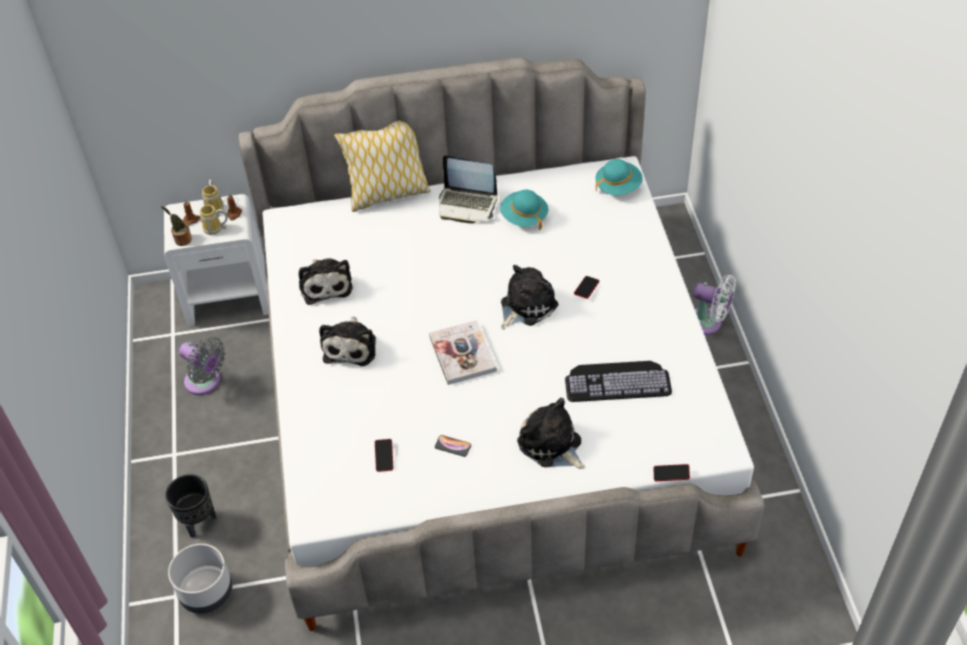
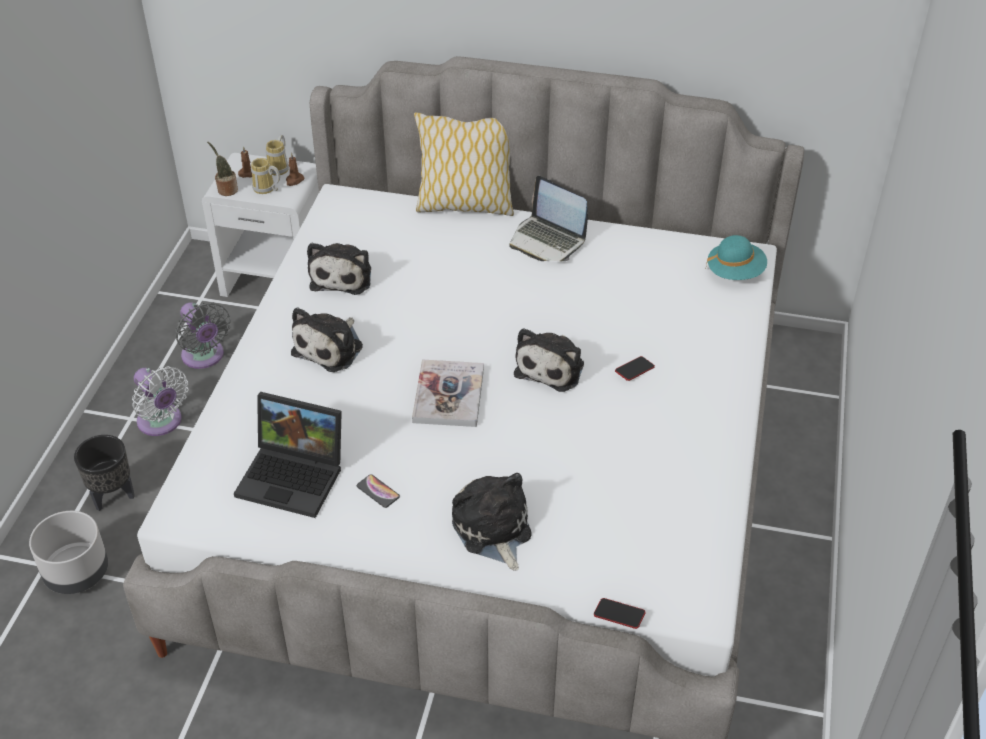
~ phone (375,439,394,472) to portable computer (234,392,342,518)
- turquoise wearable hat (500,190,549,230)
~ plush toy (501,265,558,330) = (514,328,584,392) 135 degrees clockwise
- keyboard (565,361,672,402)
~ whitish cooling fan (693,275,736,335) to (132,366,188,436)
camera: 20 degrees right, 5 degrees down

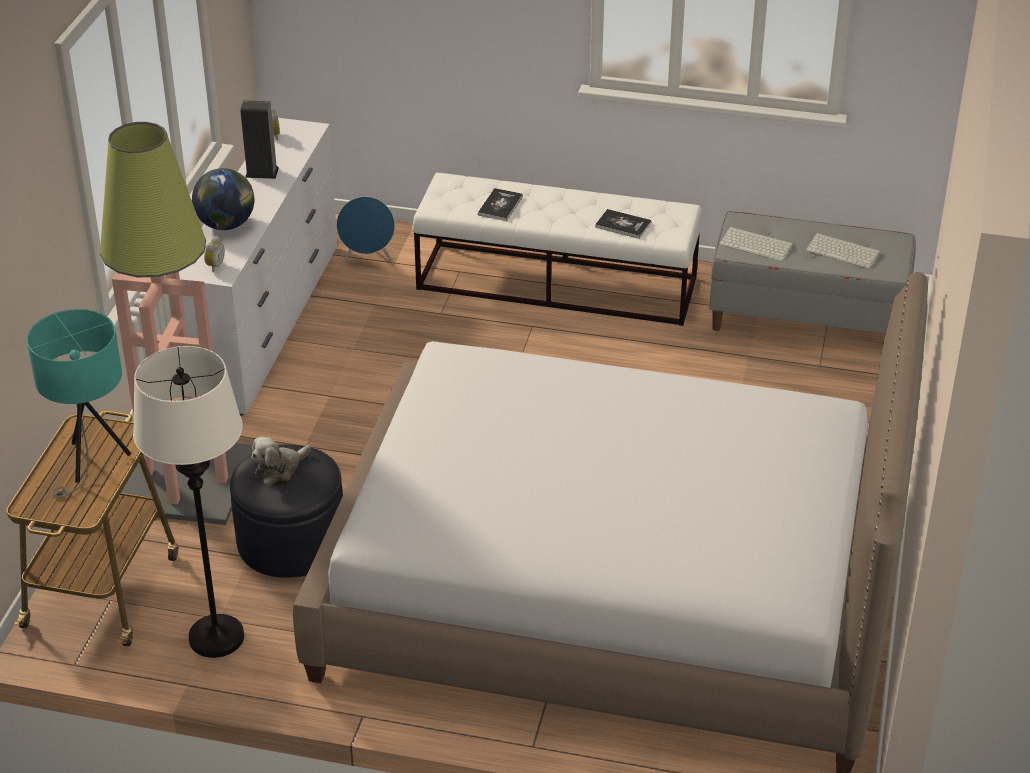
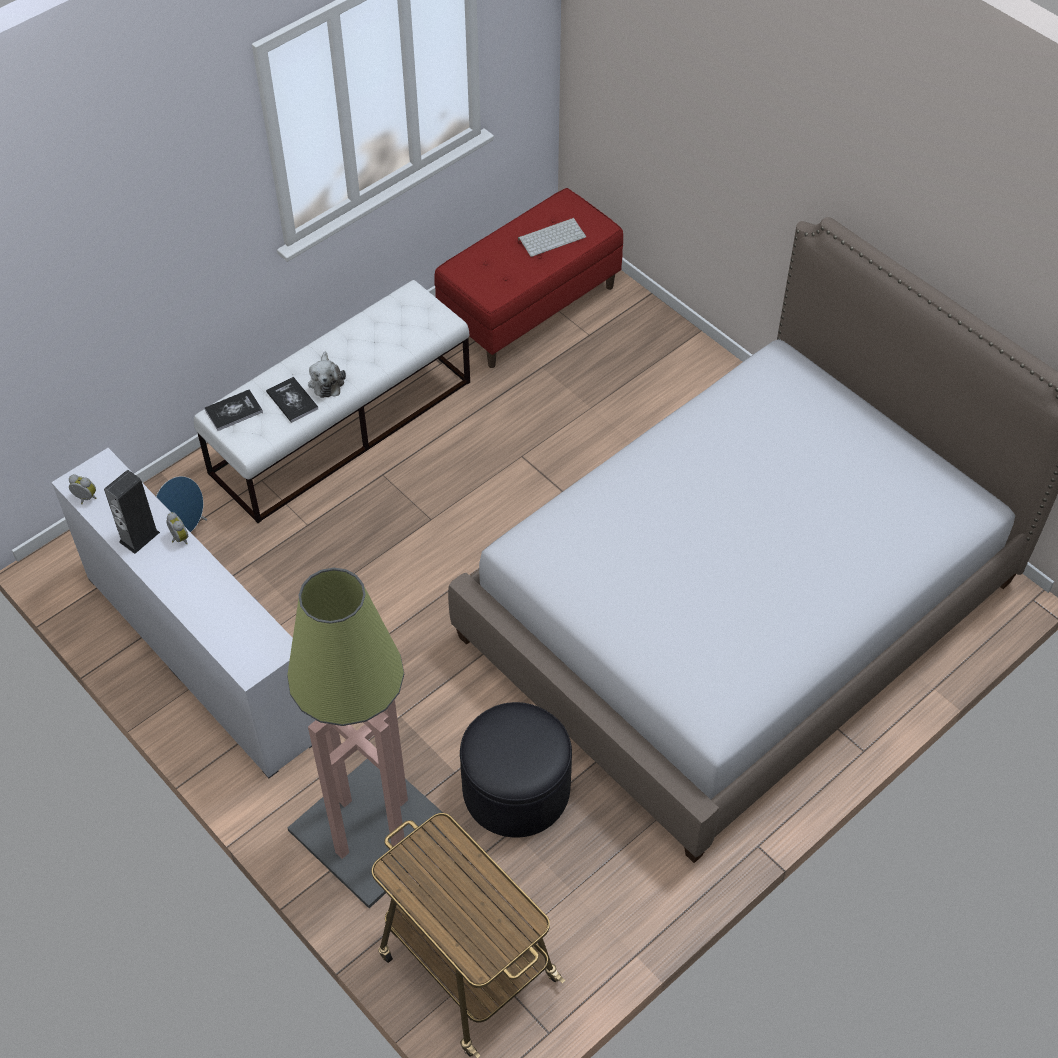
- turquoise tabletop lamp (27,309,131,498)
- whitish standing lamp (133,346,244,658)
- world globe (192,168,254,230)
~ alarm clock (204,236,225,272) to (166,512,188,544)
~ plush toy (251,436,311,485) to (308,352,346,398)
~ volume (595,209,652,239) to (204,389,263,431)
~ gray long seat (709,211,916,333) to red-coloured long seat (434,188,623,368)
- keyboard (719,227,793,261)
camera: 55 degrees left, 15 degrees up

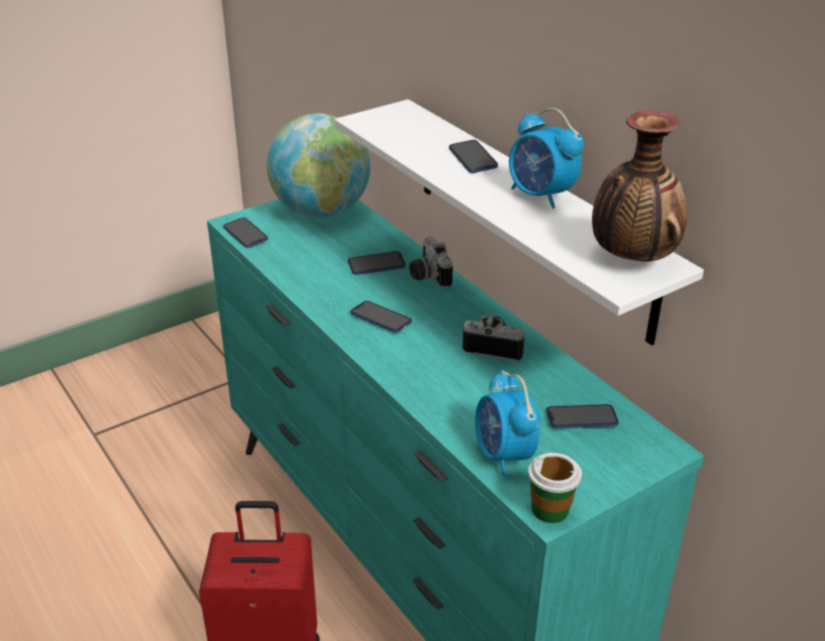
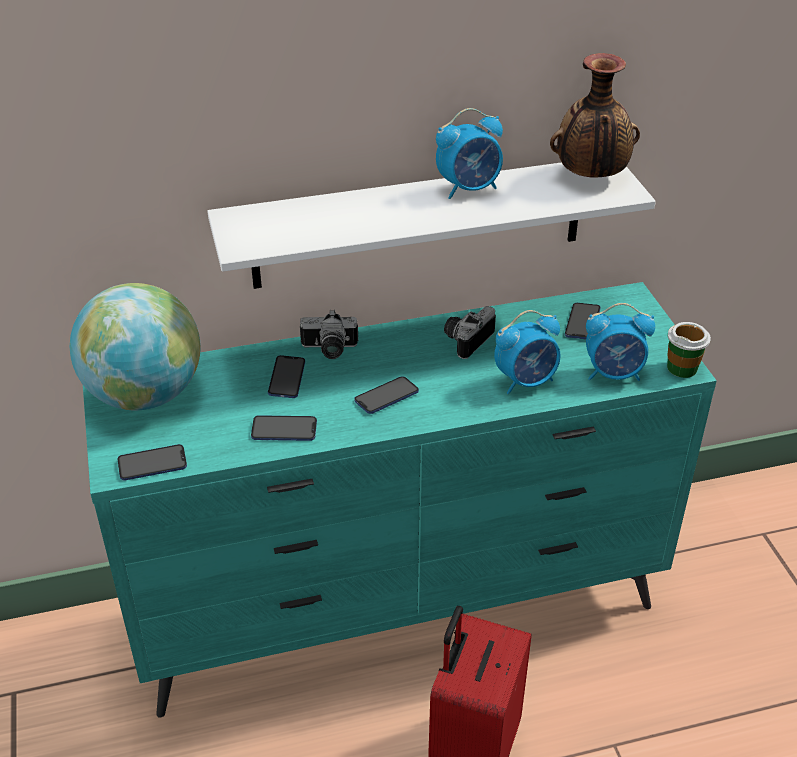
~ phone (449,140,498,173) to (251,415,317,441)
+ alarm clock (494,310,561,394)
camera: 70 degrees left, 5 degrees up

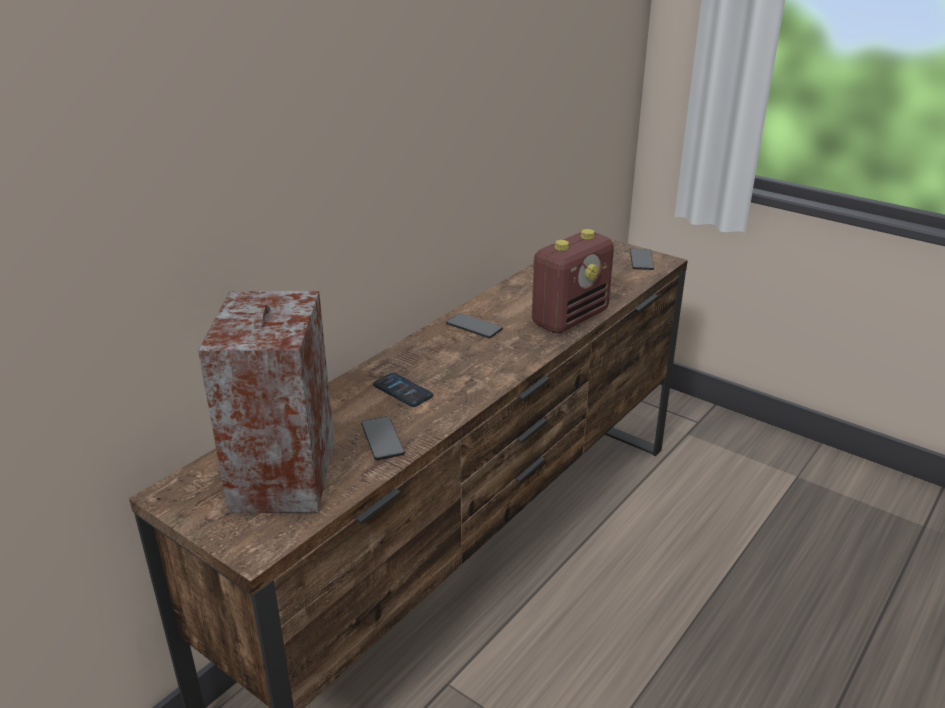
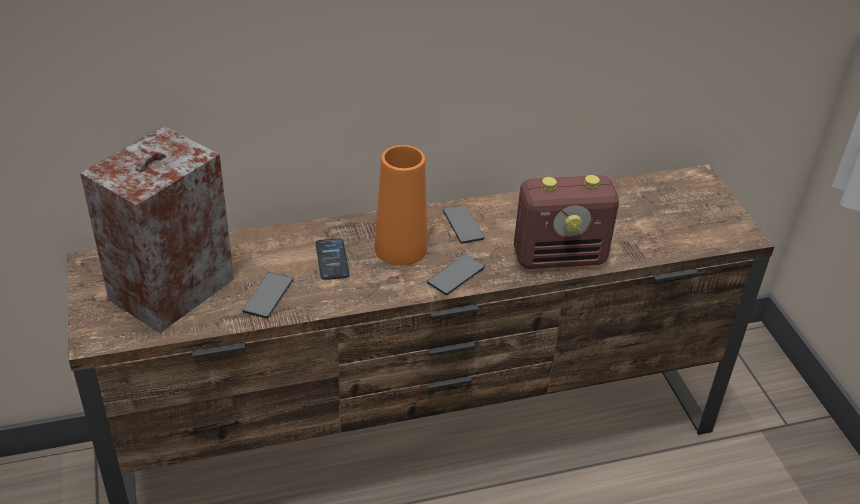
~ phone (630,249,654,270) to (427,254,485,295)
+ orange-coloured decorative vase (375,145,427,266)
camera: 35 degrees right, 10 degrees up

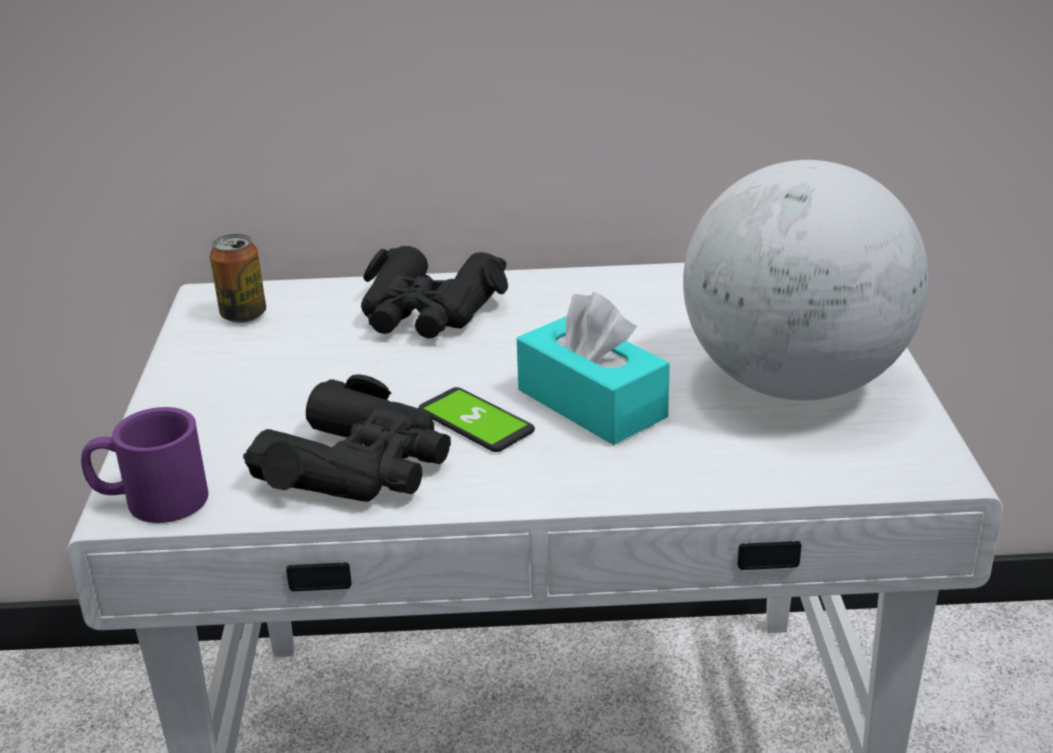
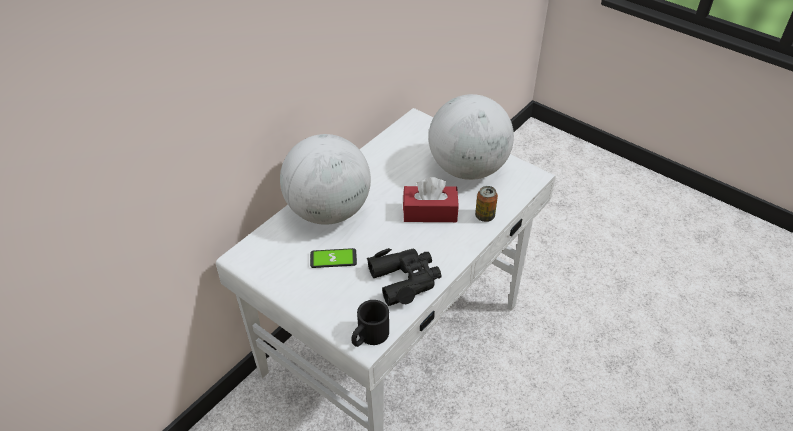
~ purple tea mug (81,407,209,523) to black tea mug (351,300,389,347)
~ sealed can (210,234,266,323) to (475,186,498,222)
~ black field glasses (361,246,508,338) to world globe (280,134,371,225)
~ phone (418,387,535,452) to (310,248,357,268)
~ turquoise box of tissues (517,292,670,445) to red-coloured box of tissues (403,177,459,222)
camera: 50 degrees left, 15 degrees up

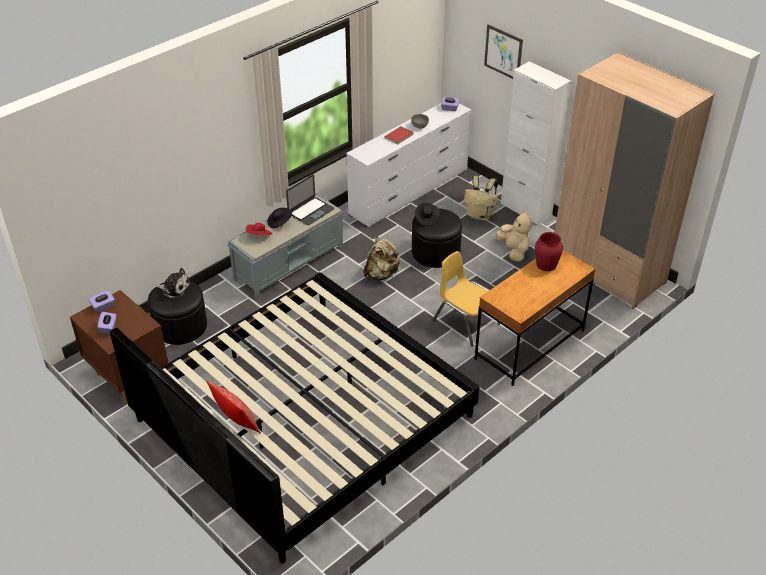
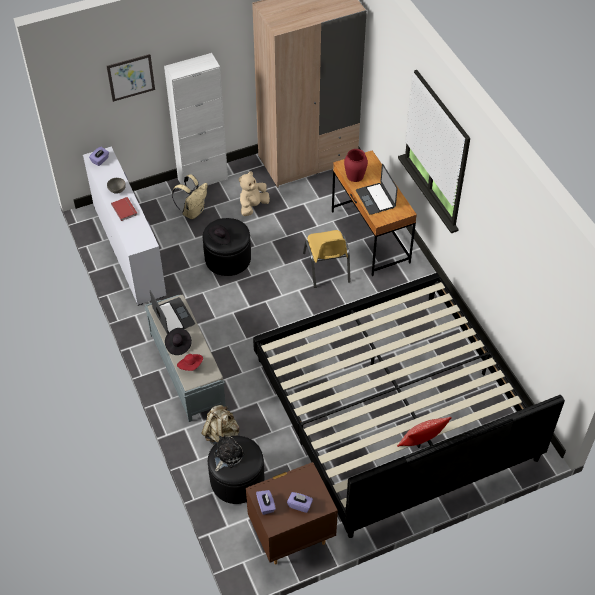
~ beige-coloured knapsack (363,237,400,280) to (202,405,239,445)
~ yellow-coloured upright chair (433,251,500,347) = (303,230,351,288) 75 degrees counterclockwise
~ beige-coloured plush toy (496,211,532,262) = (239,171,270,216) 45 degrees counterclockwise
+ portable computer (356,164,398,215)
camera: 70 degrees left, 10 degrees up

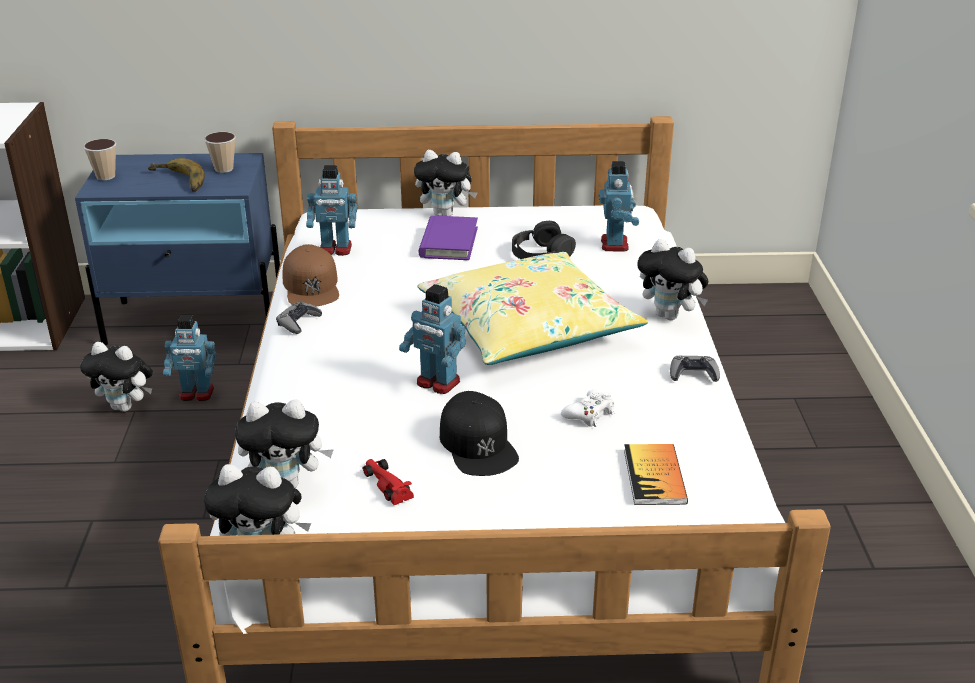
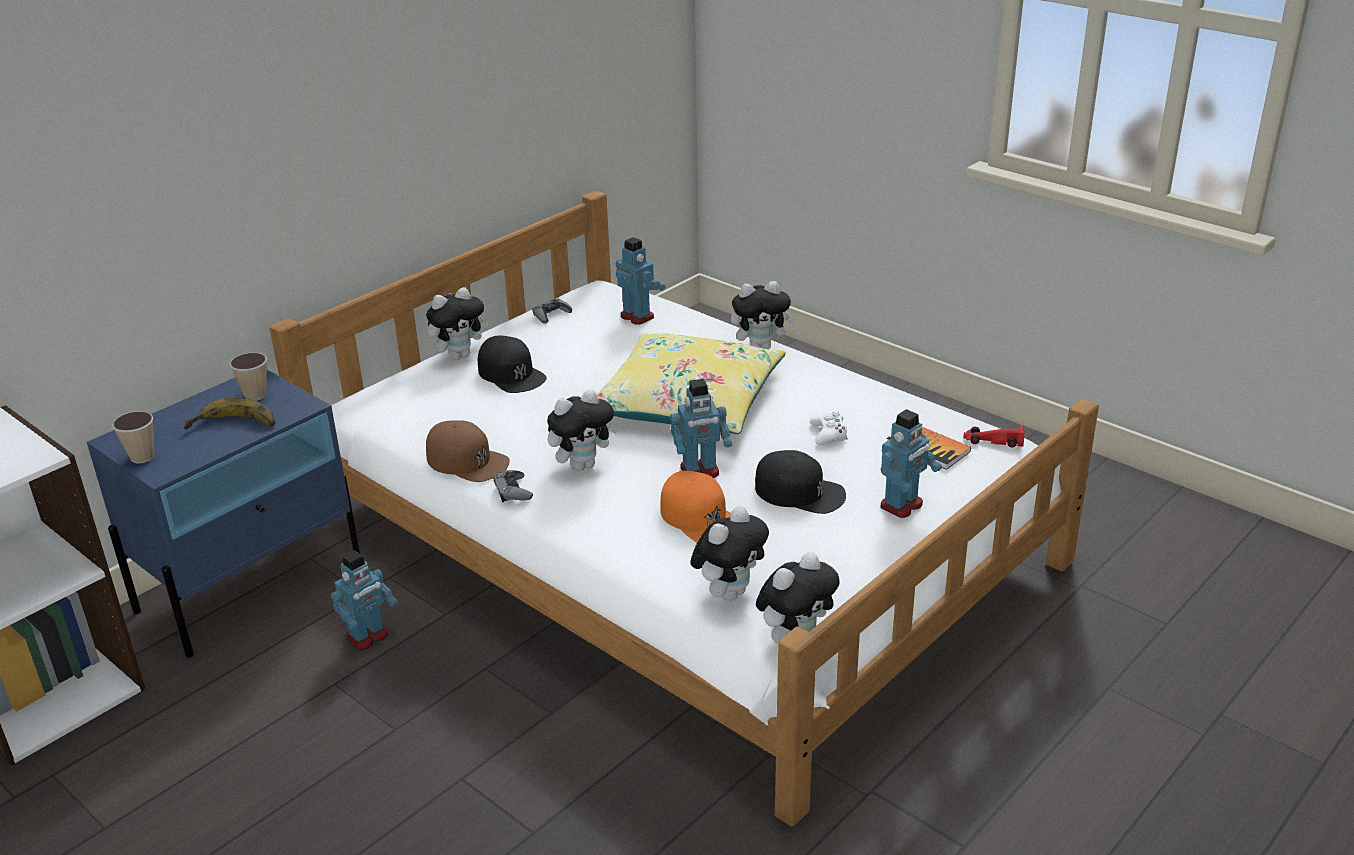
~ plush toy (80,342,153,412) to (547,389,618,471)
~ toy robot (306,165,357,256) to (881,409,942,518)
~ red-coloured miniature car (362,459,414,505) to (964,425,1025,447)
~ purple volume (418,216,478,260) to black cap (478,336,547,393)
- black headset (512,221,576,259)
~ gray gamepad (670,355,720,382) to (532,299,572,324)
+ orange-coloured cap (660,471,731,542)
camera: 45 degrees left, 0 degrees up

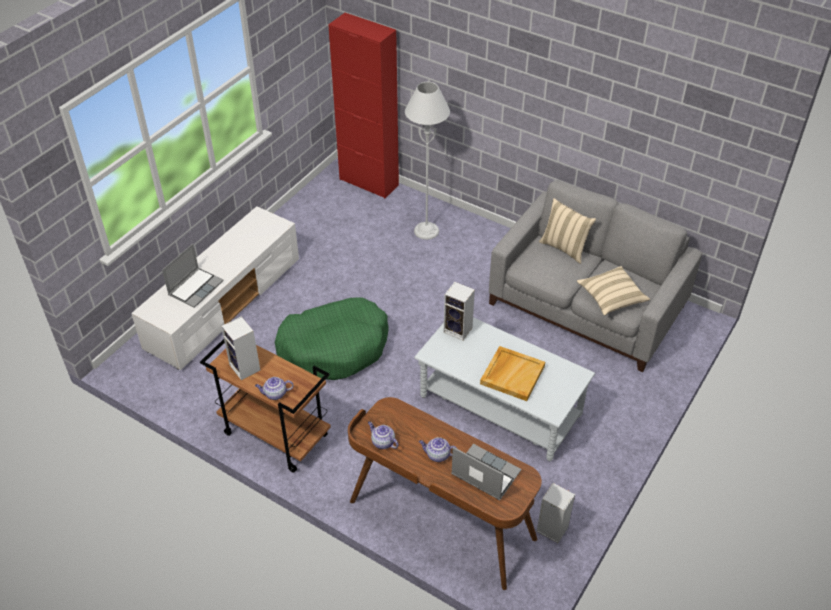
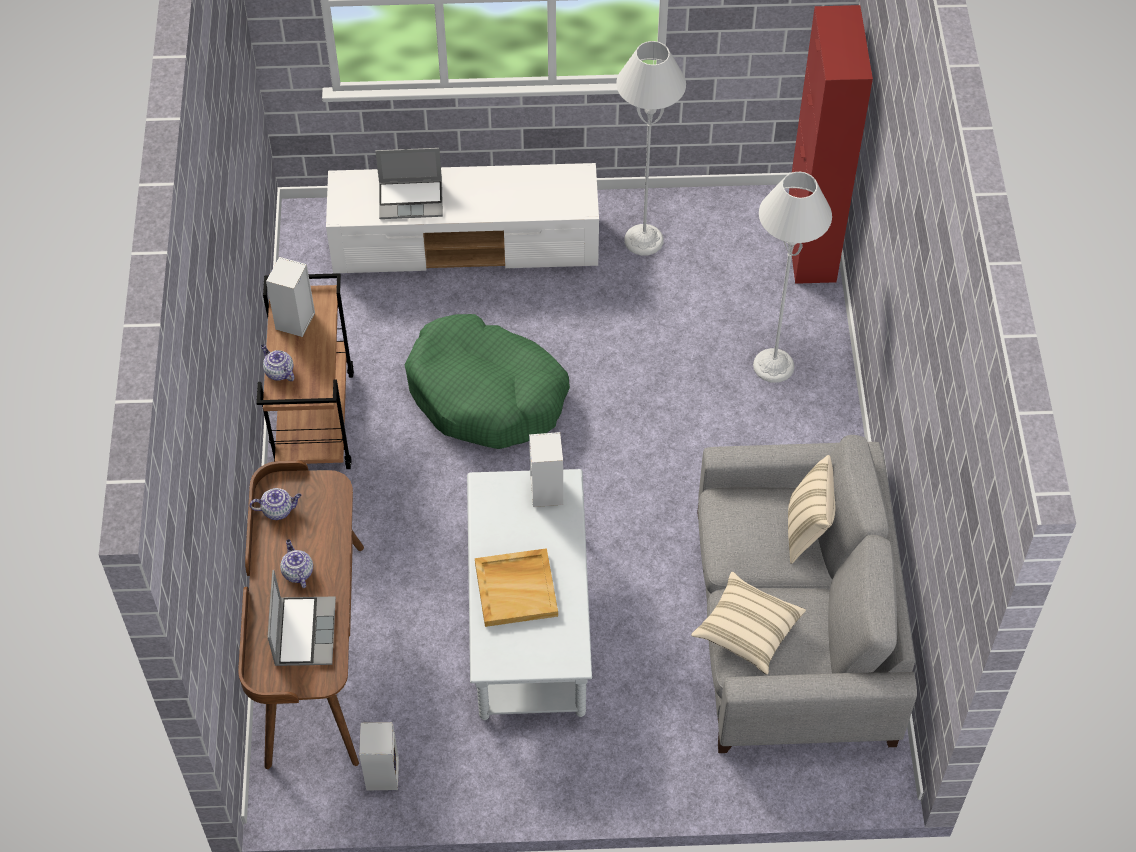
~ tea pot (368,421,398,449) = (249,488,302,520) 75 degrees clockwise
+ gray standing lamp (616,41,686,256)
camera: 55 degrees right, 10 degrees up

